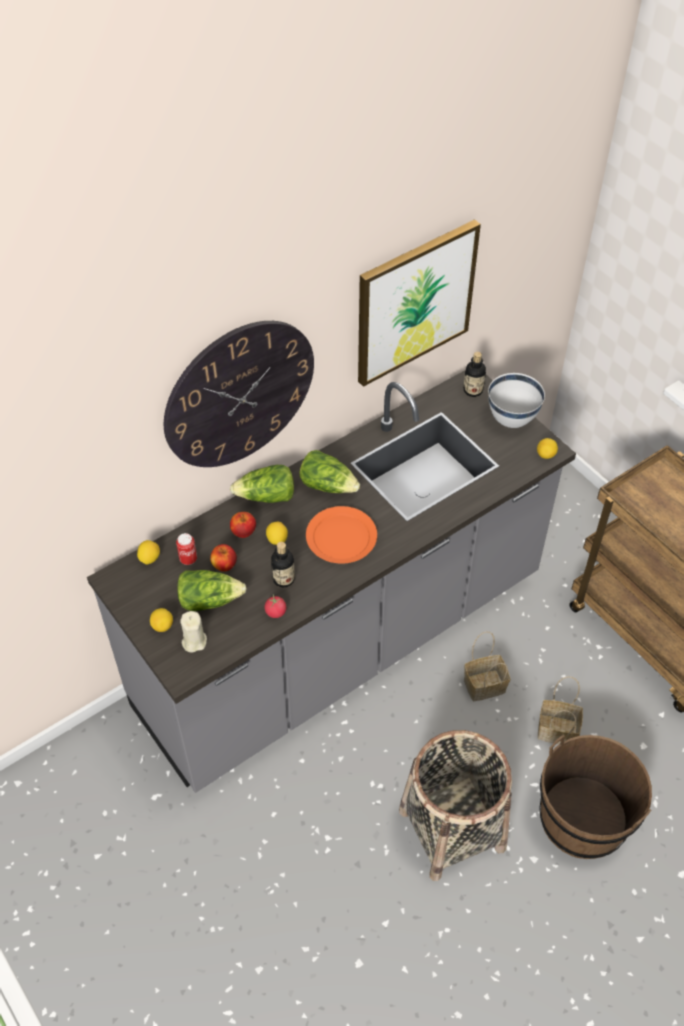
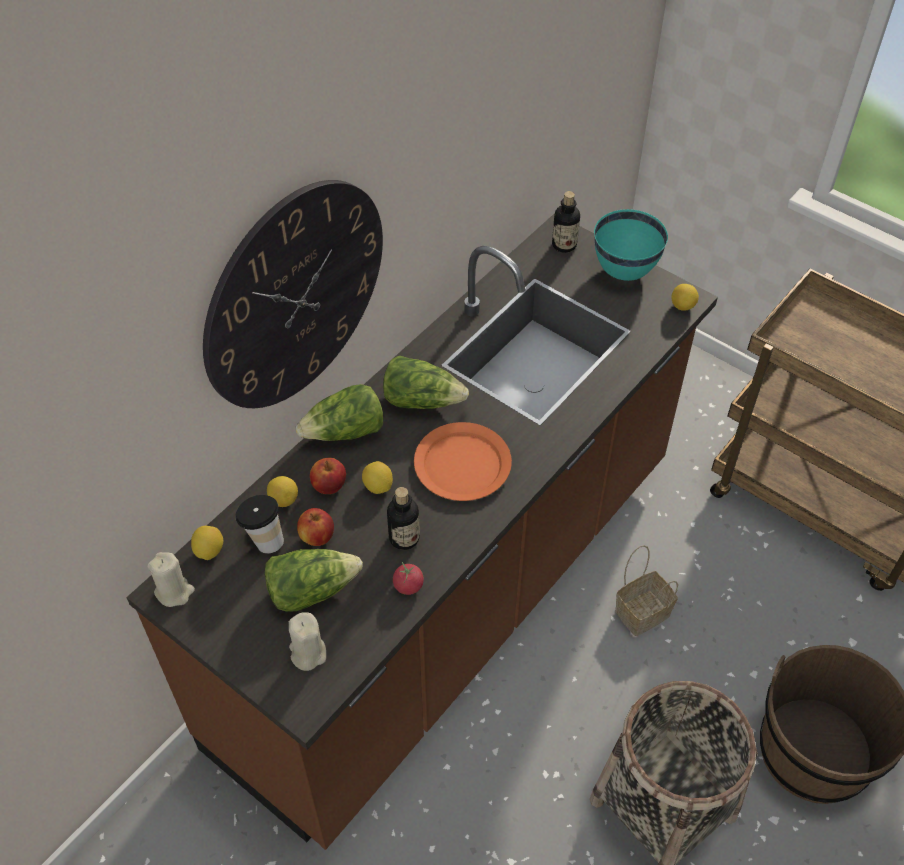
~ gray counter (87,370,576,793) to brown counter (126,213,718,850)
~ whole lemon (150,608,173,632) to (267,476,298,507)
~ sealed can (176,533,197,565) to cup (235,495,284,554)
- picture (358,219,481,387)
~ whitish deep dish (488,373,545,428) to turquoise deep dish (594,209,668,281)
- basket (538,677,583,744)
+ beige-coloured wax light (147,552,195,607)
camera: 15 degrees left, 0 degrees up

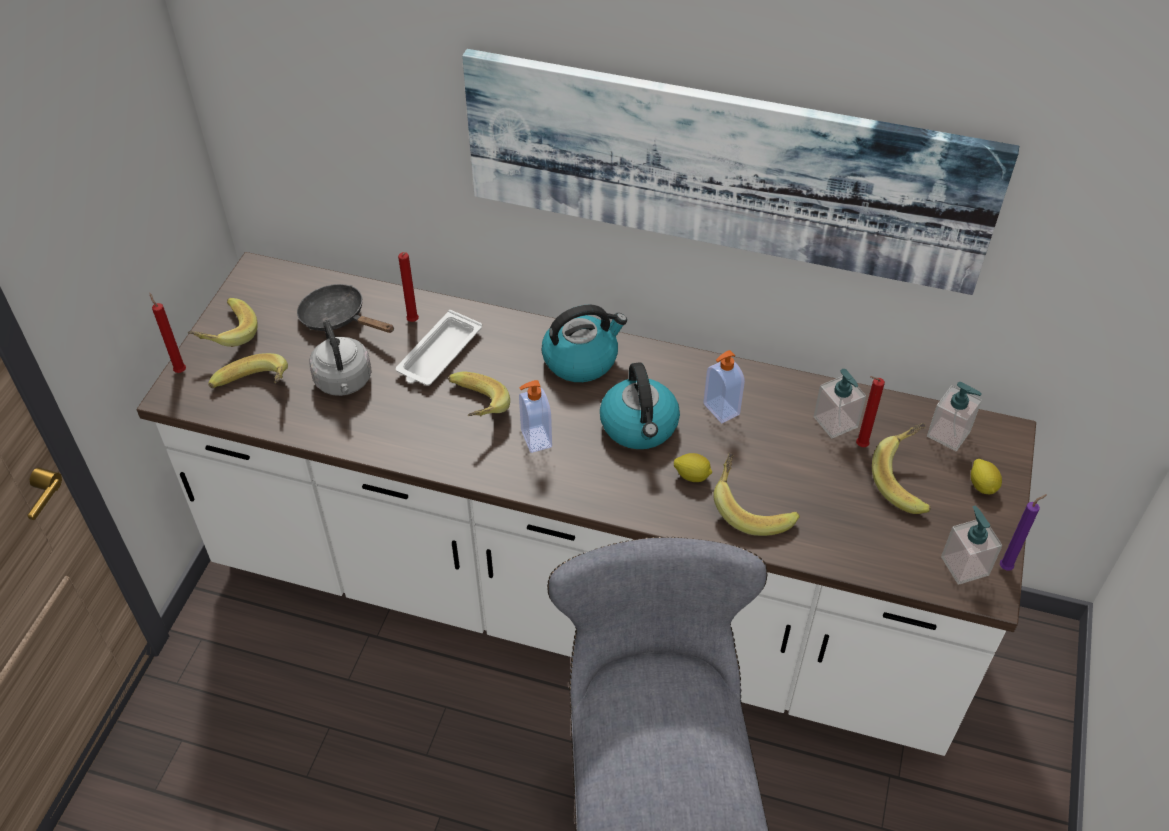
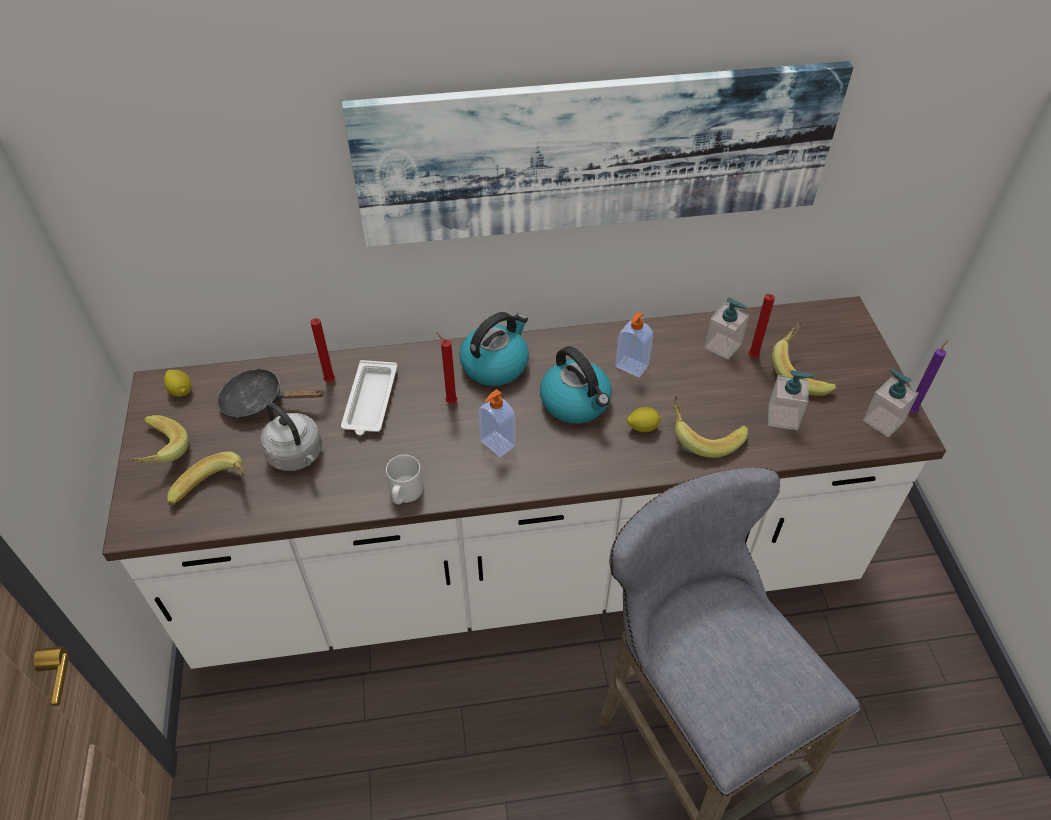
~ red-coloured wax light (149,293,186,373) to (436,332,457,404)
- banana fruit (448,372,510,417)
~ soap bottle (927,382,982,451) to (768,370,815,430)
~ whole lemon (971,459,1002,494) to (164,370,191,397)
+ gray tea mug (386,455,423,505)
camera: 25 degrees left, 0 degrees up

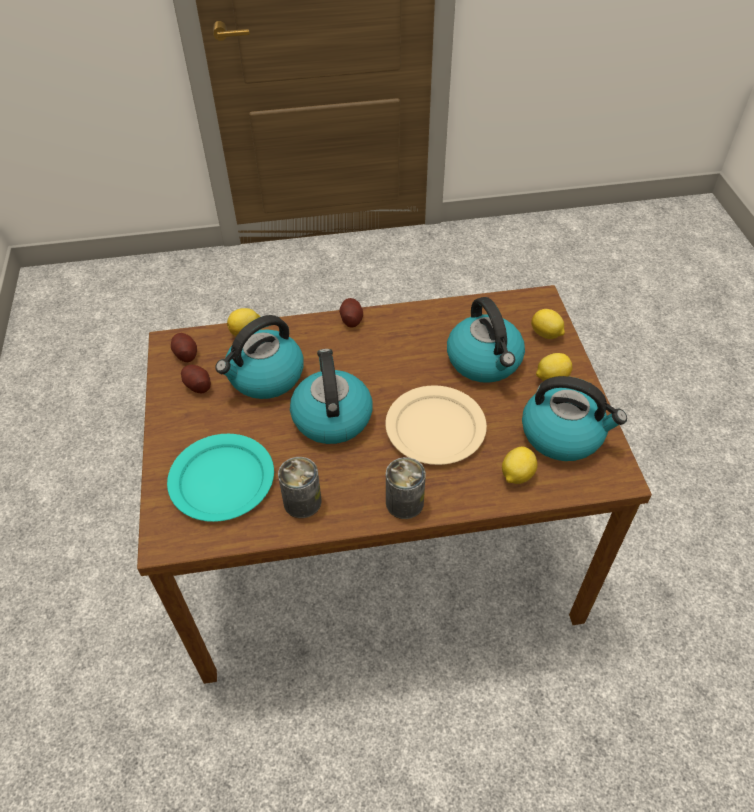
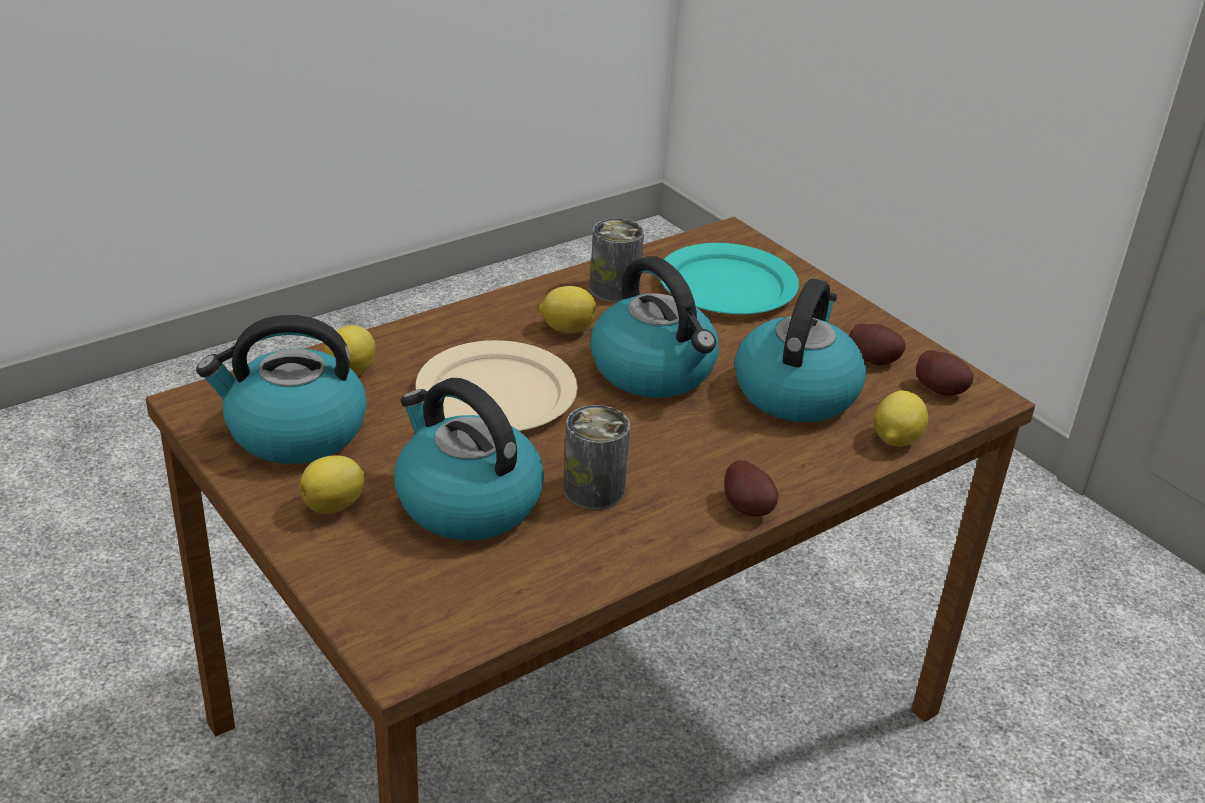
~ sealed can (386,457,426,519) to (563,405,630,510)
~ whole lemon (531,309,565,339) to (538,286,597,333)
camera: 150 degrees right, 15 degrees down

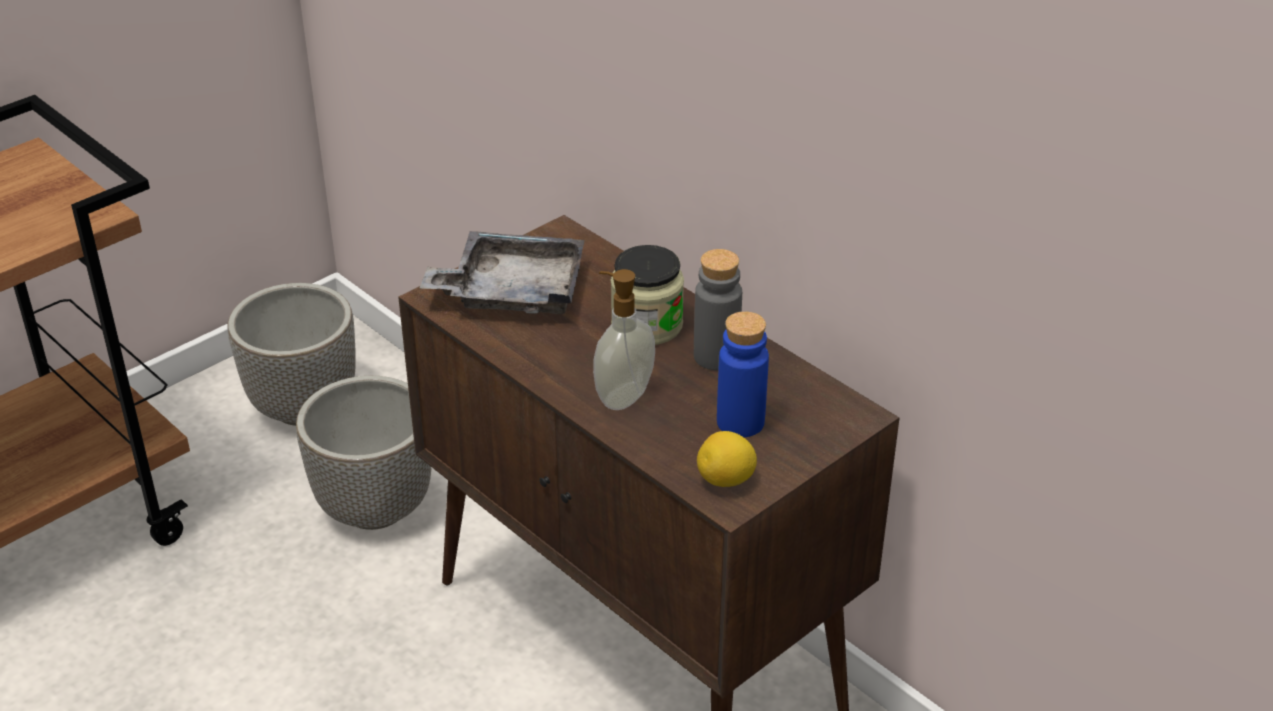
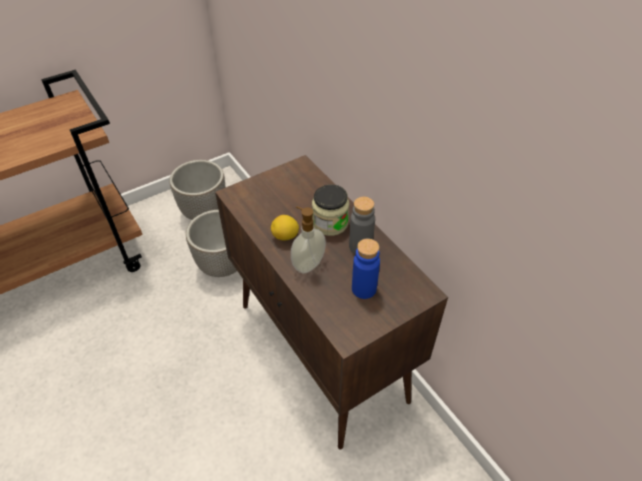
- gray tray (420,231,585,314)
~ whole lemon (697,431,757,487) to (271,215,299,240)
camera: 10 degrees right, 10 degrees up

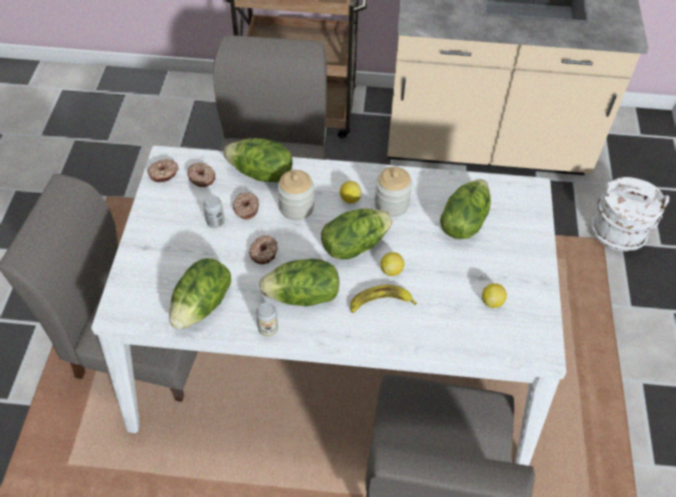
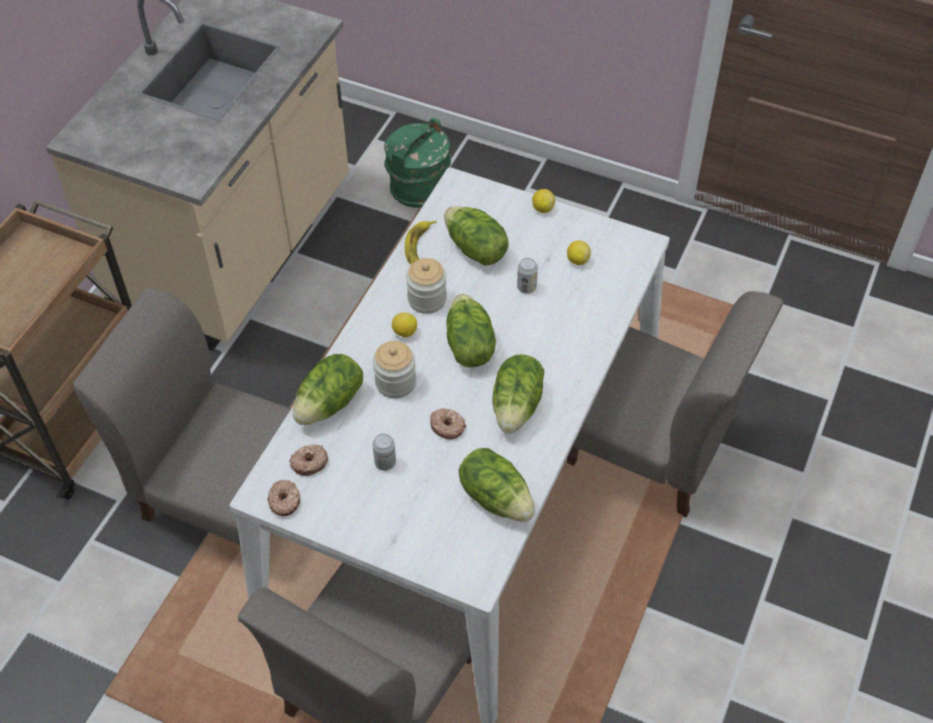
- ring doughnut (233,192,259,220)
~ sealed can (256,302,278,336) to (517,258,538,294)
~ banana fruit (350,285,417,313) to (405,220,437,265)
~ whole lemon (381,252,404,276) to (532,189,555,213)
~ whitish water bucket (591,177,669,251) to green water bucket (385,118,451,208)
camera: 70 degrees left, 0 degrees up

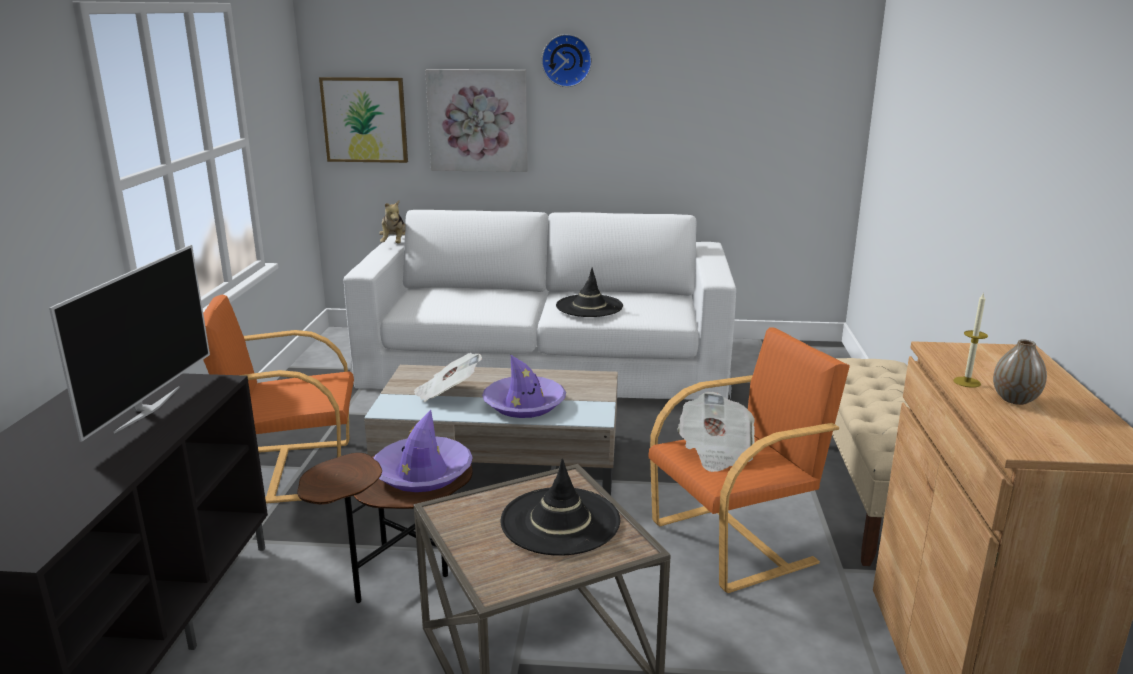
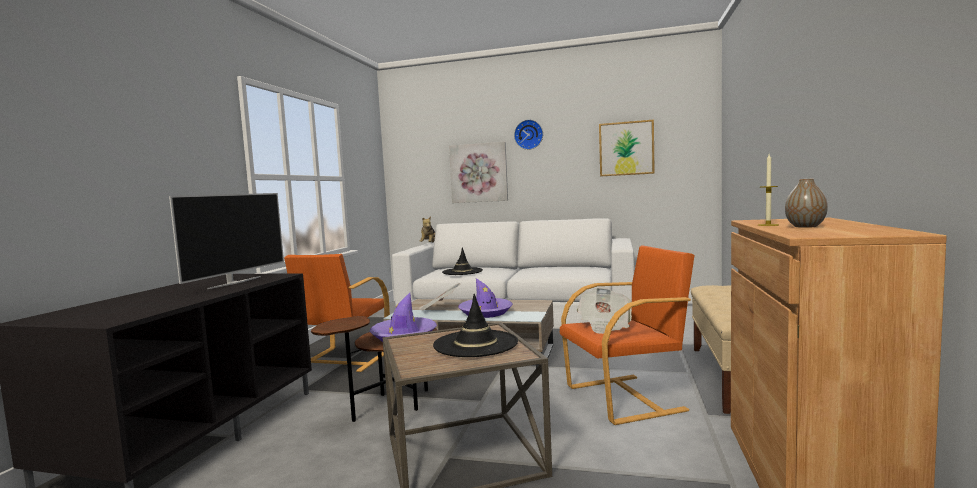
~ orange-coloured lounge chair (203,294,354,504) = (284,254,390,372) 75 degrees counterclockwise
~ picture (319,77,408,163) to (599,120,655,177)
~ black wearable hat (556,268,623,317) to (442,247,483,275)
camera: 10 degrees right, 15 degrees down

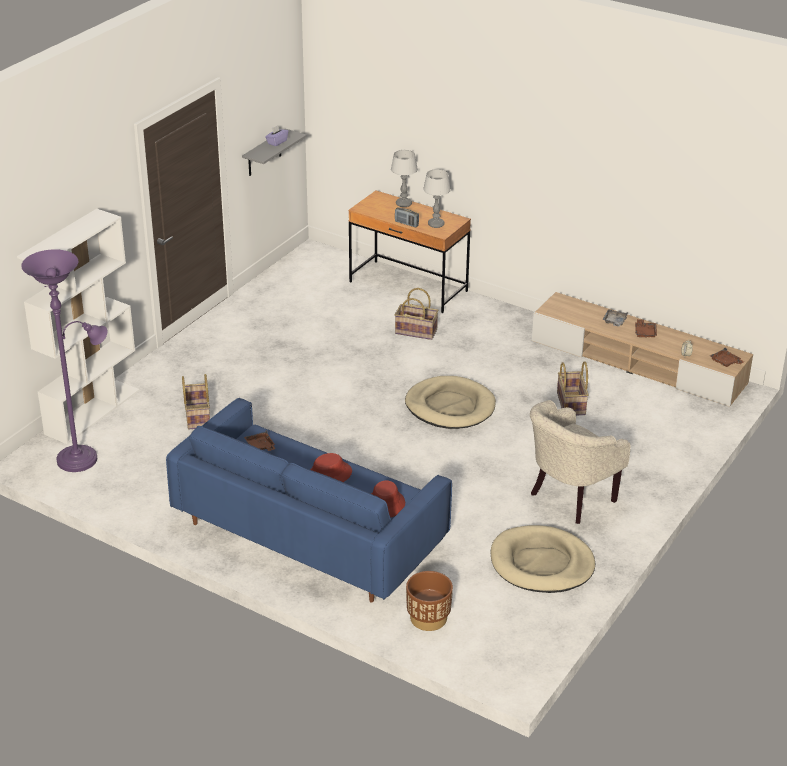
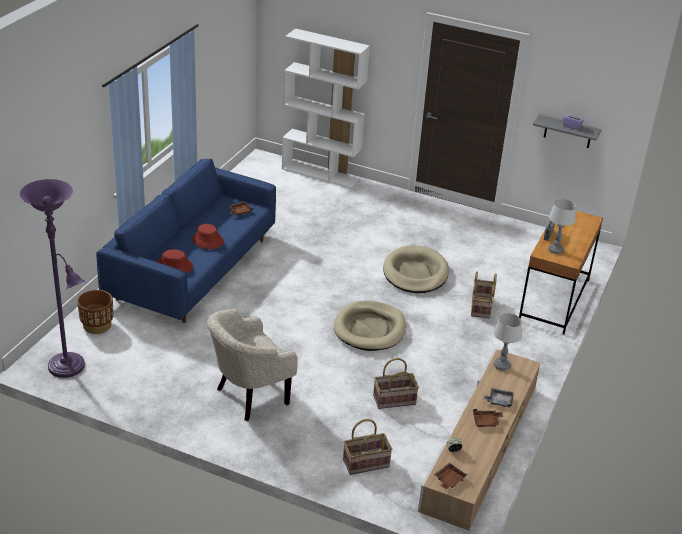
~ purple standing lamp (21,249,108,472) to (20,179,85,378)
~ basket (182,374,210,429) to (343,419,392,475)
~ tabletop lamp (391,150,418,207) to (494,313,522,371)
~ beige-coloured dog bed (491,525,595,593) to (383,246,449,293)
~ beige-coloured lounge chair (530,400,630,524) = (207,309,298,421) 75 degrees counterclockwise
camera: 80 degrees right, 0 degrees up

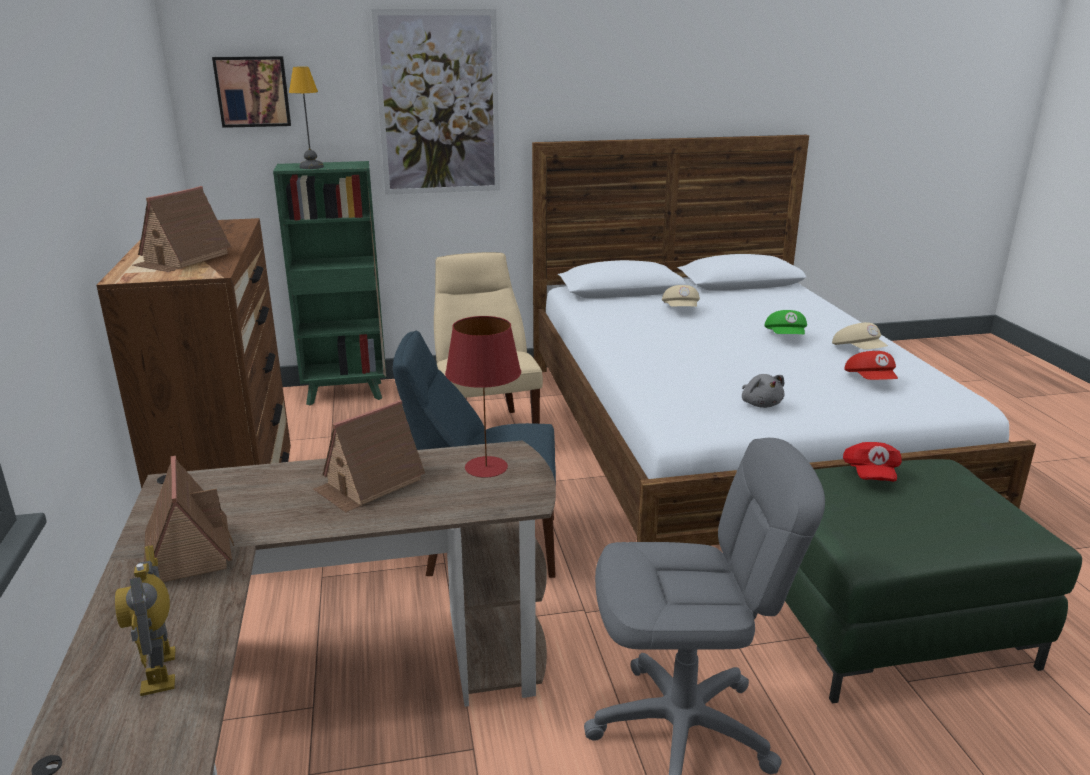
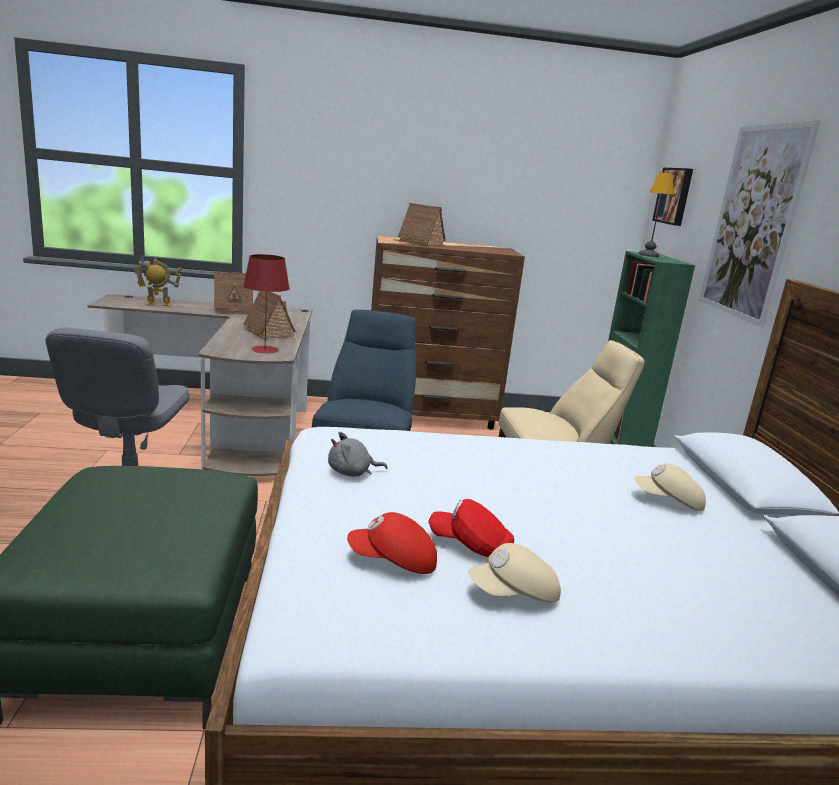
- green cap (764,310,807,334)
~ red-coloured cap (843,442,902,482) to (428,499,514,557)
camera: 95 degrees right, 5 degrees down

